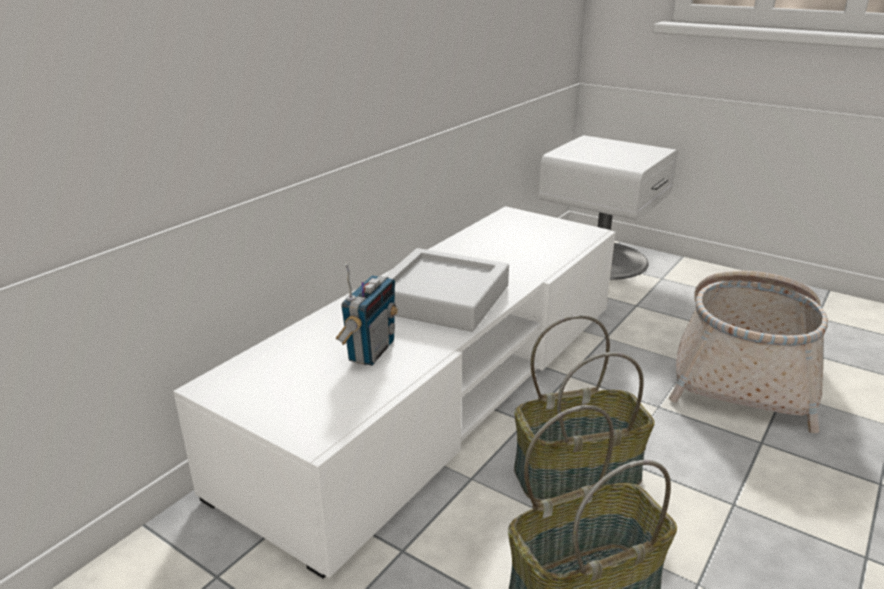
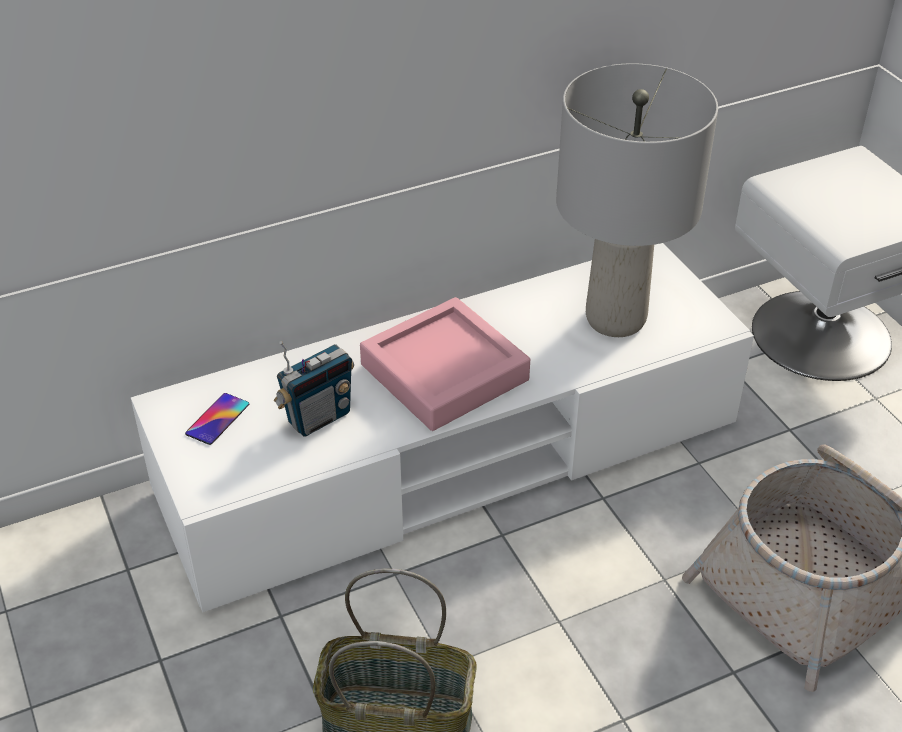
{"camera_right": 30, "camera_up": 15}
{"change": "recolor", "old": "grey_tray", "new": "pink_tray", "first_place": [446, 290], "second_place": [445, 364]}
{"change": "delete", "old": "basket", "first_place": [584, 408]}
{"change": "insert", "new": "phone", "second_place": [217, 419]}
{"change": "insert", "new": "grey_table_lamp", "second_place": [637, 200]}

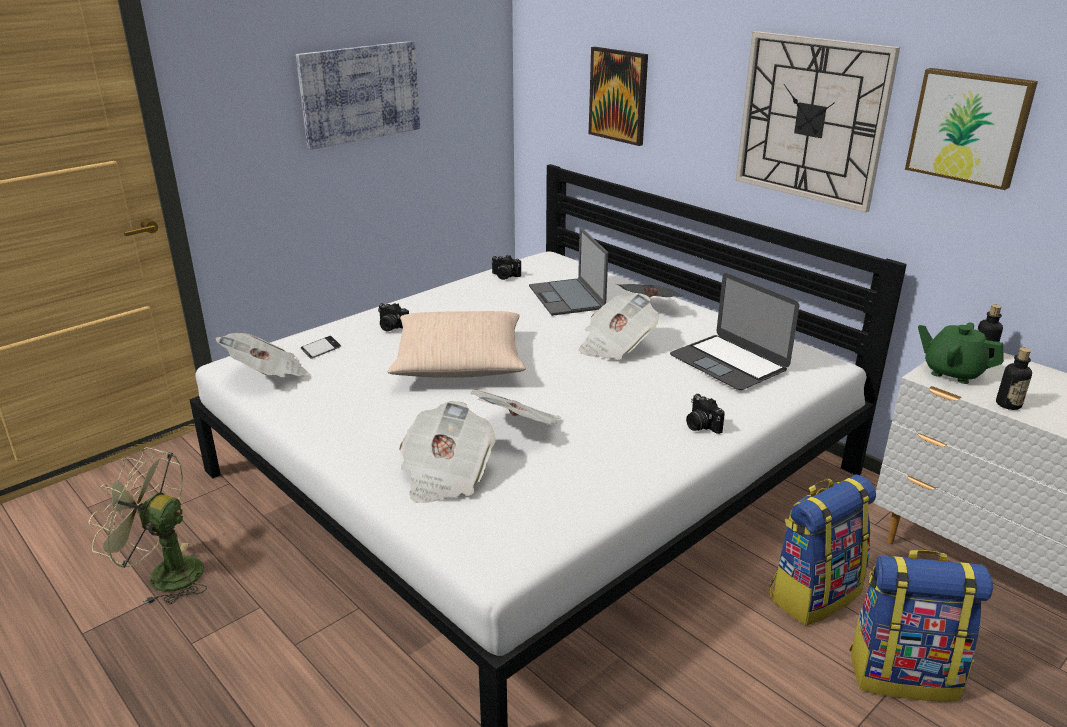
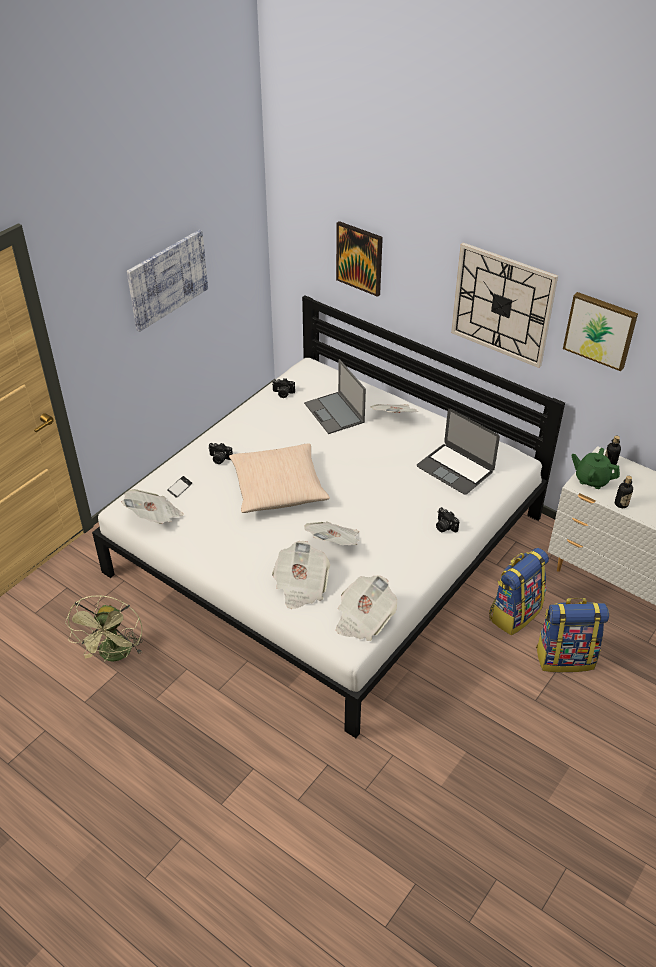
{"camera_right": -10, "camera_up": 15}
{"change": "rotate", "old": "green_fan", "first_place": [147, 526], "second_place": [104, 628], "degrees": -90}
{"change": "move", "old": "newspaper", "first_place": [619, 326], "second_place": [366, 608]}

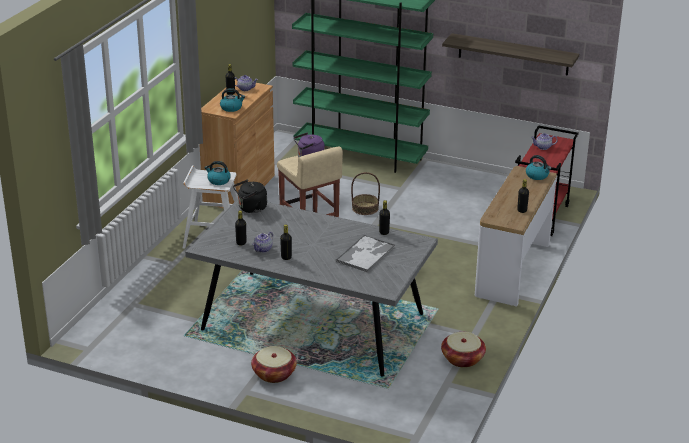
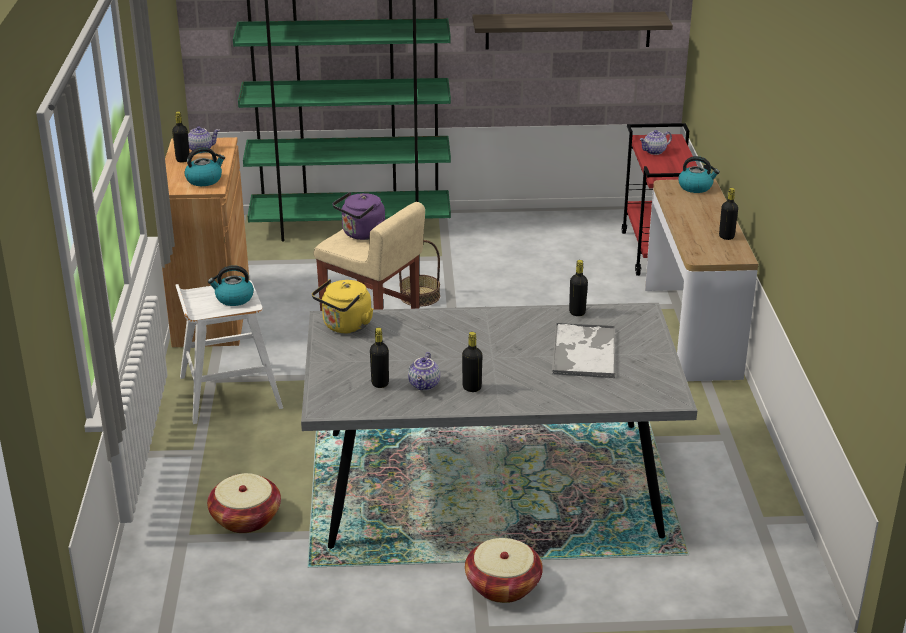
{"camera_right": -25, "camera_up": 0}
{"change": "recolor", "old": "black_kettle", "new": "yellow_kettle", "first_place": [250, 196], "second_place": [342, 306]}
{"change": "move", "old": "basket", "first_place": [463, 350], "second_place": [244, 503]}

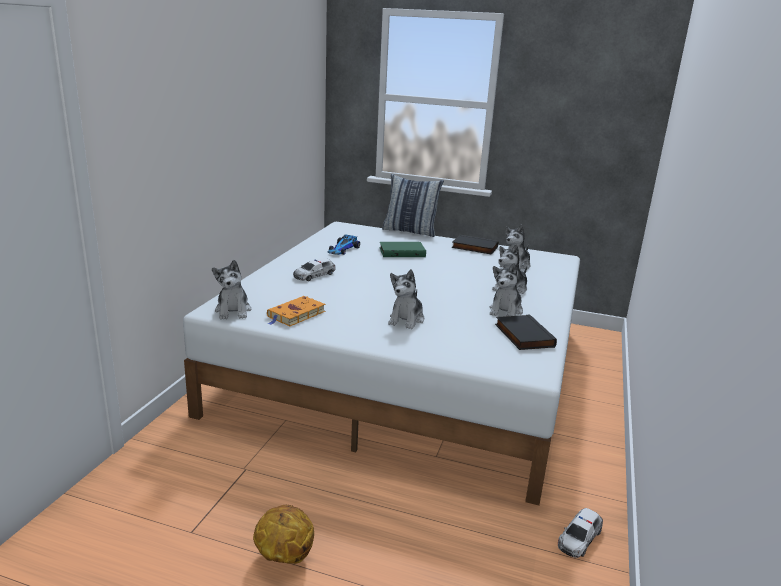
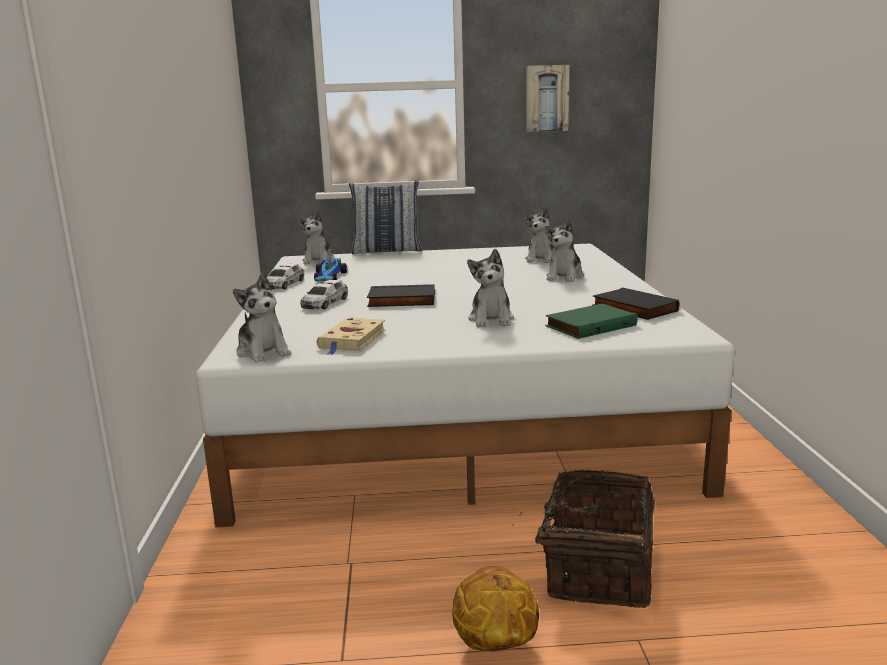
{"camera_right": -20, "camera_up": -5}
{"change": "recolor", "old": "orange_book", "new": "beige_book", "first_place": [296, 311], "second_place": [351, 336]}
{"change": "move", "old": "green_book", "first_place": [402, 249], "second_place": [591, 321]}
{"change": "move", "old": "black_book", "first_place": [475, 245], "second_place": [401, 295]}
{"change": "move", "old": "plush_toy", "first_place": [506, 289], "second_place": [316, 237]}
{"change": "move", "old": "toy_car", "first_place": [580, 533], "second_place": [285, 276]}
{"change": "insert", "new": "basket", "second_place": [584, 539]}
{"change": "insert", "new": "picture", "second_place": [548, 98]}

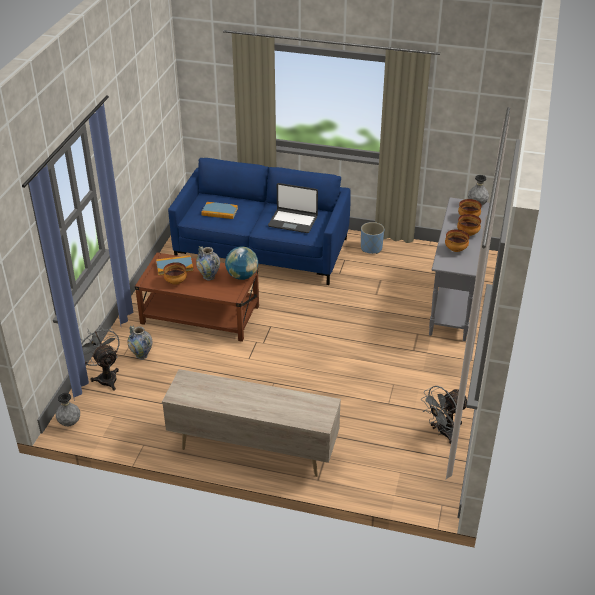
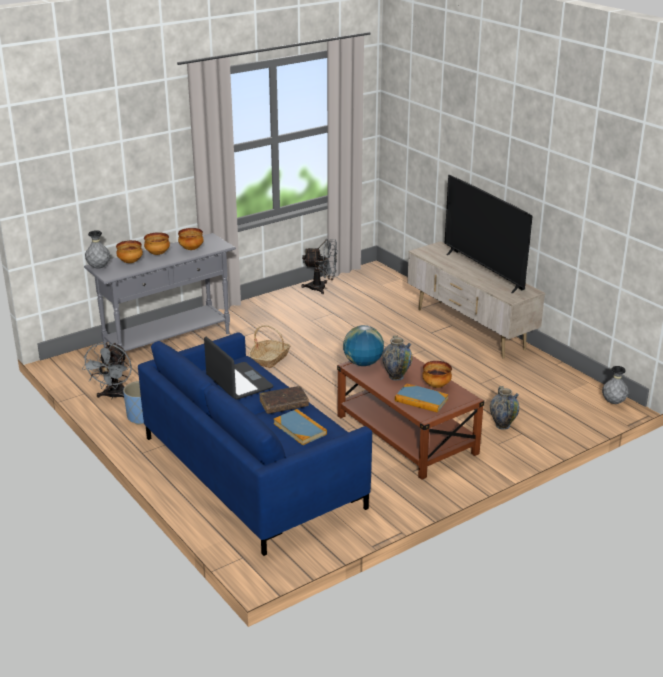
{"camera_right": -140, "camera_up": -10}
{"change": "move", "old": "grey_fan", "first_place": [99, 358], "second_place": [107, 371]}
{"change": "insert", "new": "basket", "second_place": [270, 346]}
{"change": "insert", "new": "brown_book", "second_place": [284, 400]}
{"change": "insert", "new": "television", "second_place": [488, 234]}

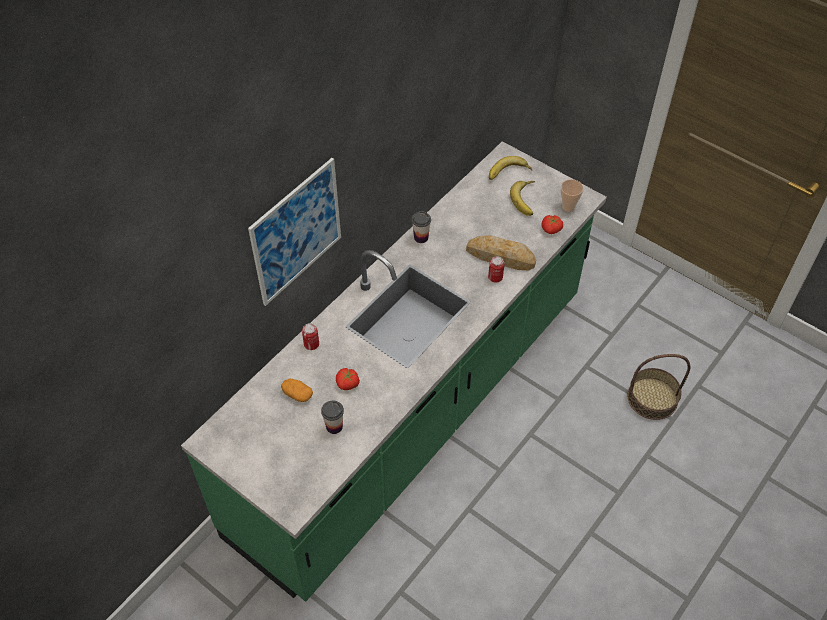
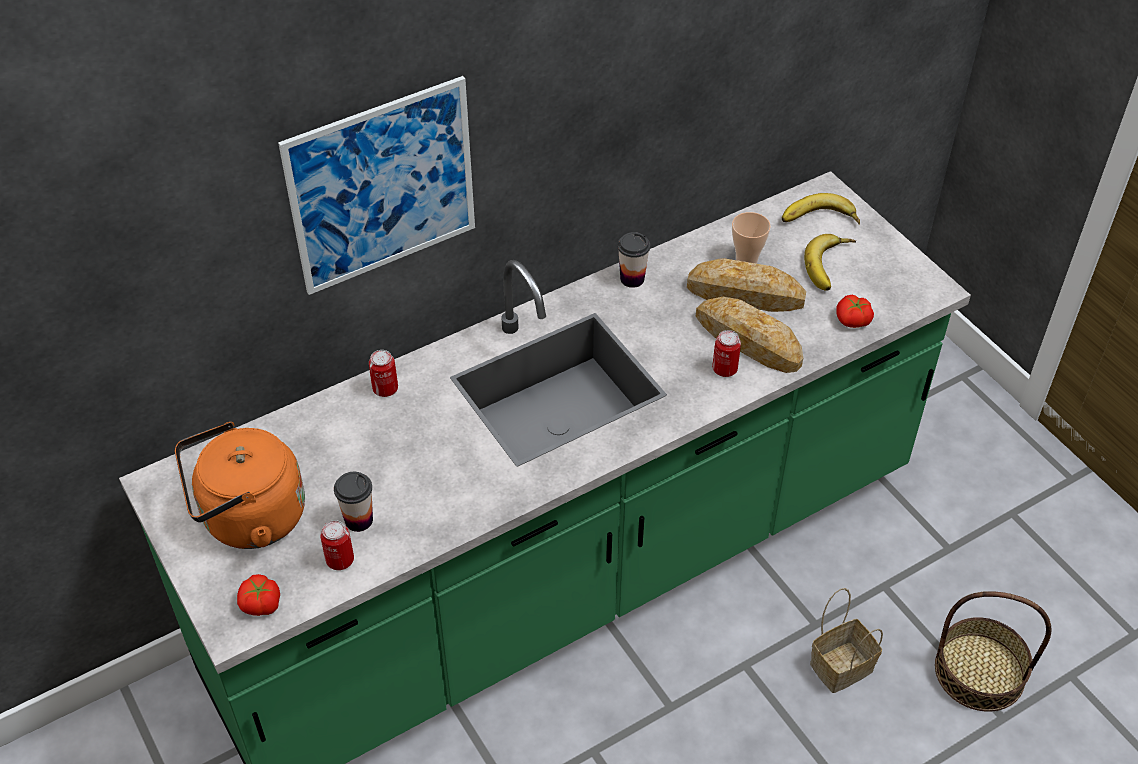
{"camera_right": 20, "camera_up": -5}
{"change": "delete", "old": "potato", "first_place": [297, 390]}
{"change": "move", "old": "tomato", "first_place": [348, 379], "second_place": [258, 595]}
{"change": "move", "old": "cup", "first_place": [572, 195], "second_place": [751, 238]}
{"change": "insert", "new": "orange_kettle", "second_place": [240, 485]}
{"change": "insert", "new": "can", "second_place": [337, 545]}
{"change": "insert", "new": "bread", "second_place": [746, 285]}
{"change": "insert", "new": "basket", "second_place": [846, 640]}

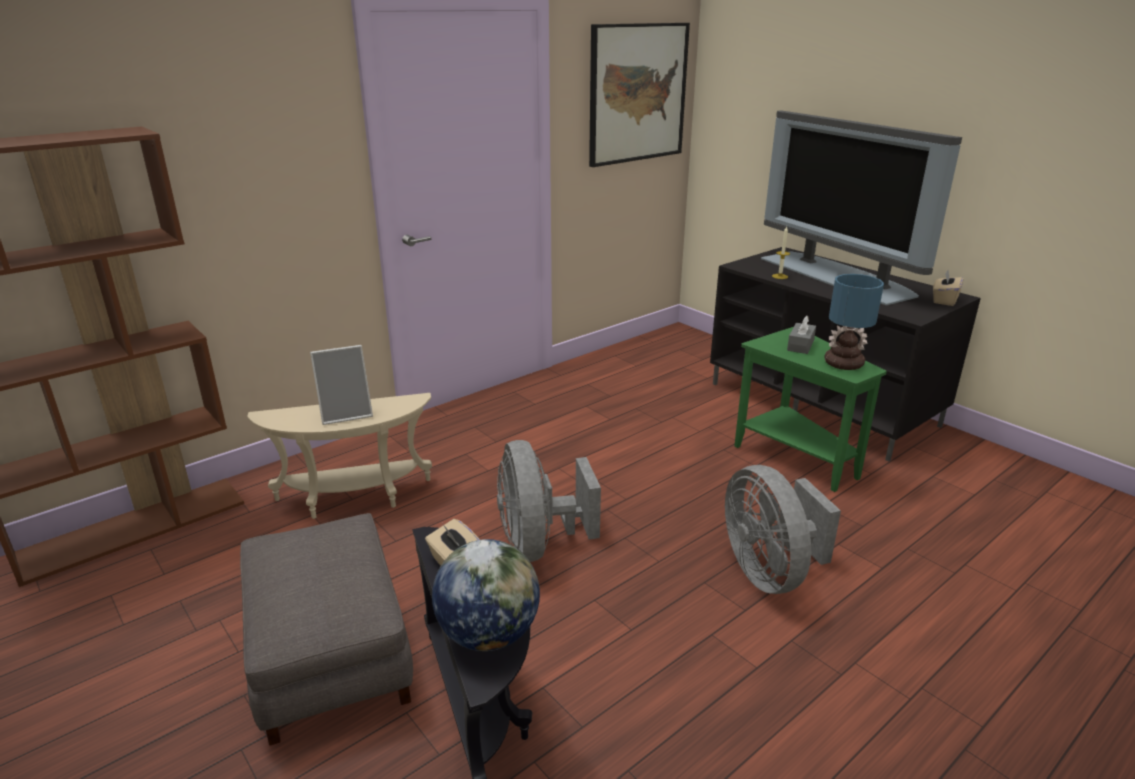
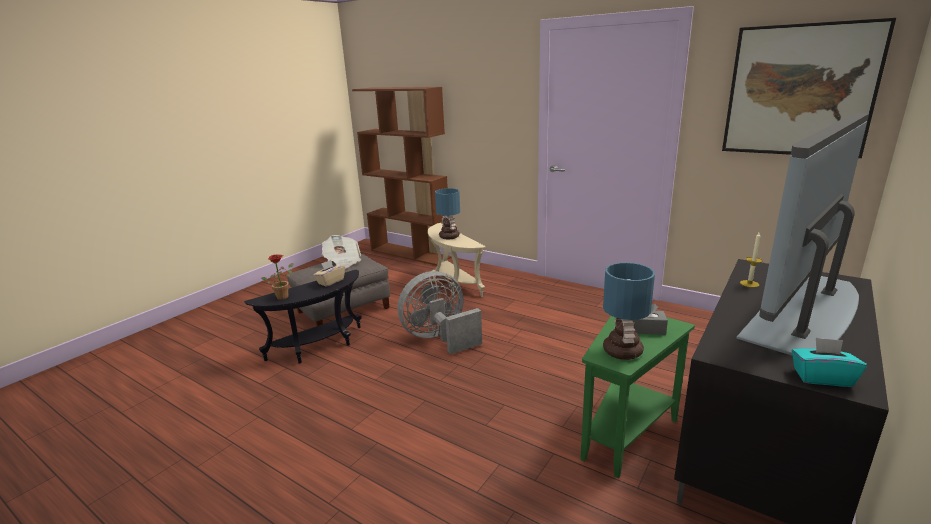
{"camera_right": 75, "camera_up": -5}
{"change": "replace", "old": "picture_frame", "new": "table_lamp", "first_place": [341, 385], "second_place": [447, 213]}
{"change": "replace", "old": "globe", "new": "potted_plant", "first_place": [486, 595], "second_place": [277, 277]}
{"change": "delete", "old": "grey_fan", "first_place": [783, 529]}
{"change": "recolor", "old": "beige_tissue_box", "new": "turquoise_tissue_box", "first_place": [948, 288], "second_place": [829, 362]}
{"change": "insert", "new": "newspaper", "second_place": [341, 252]}

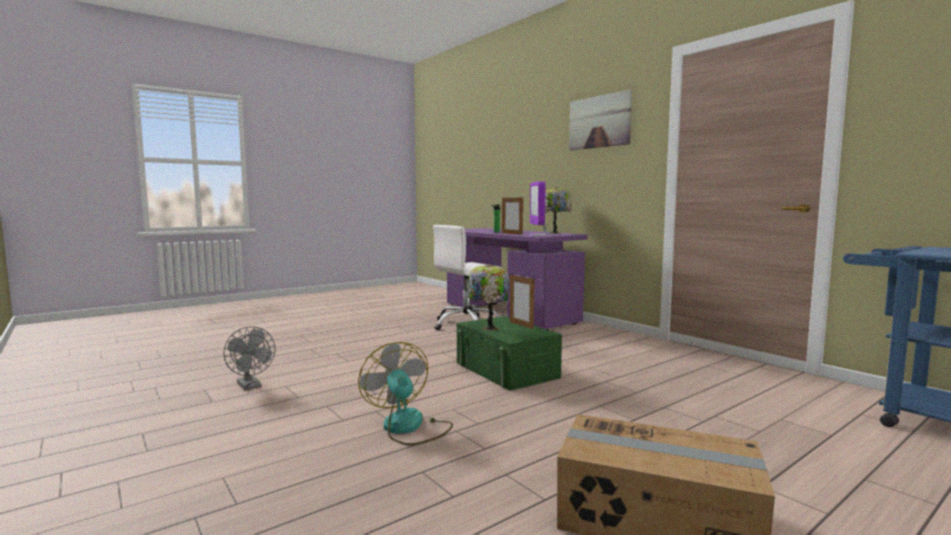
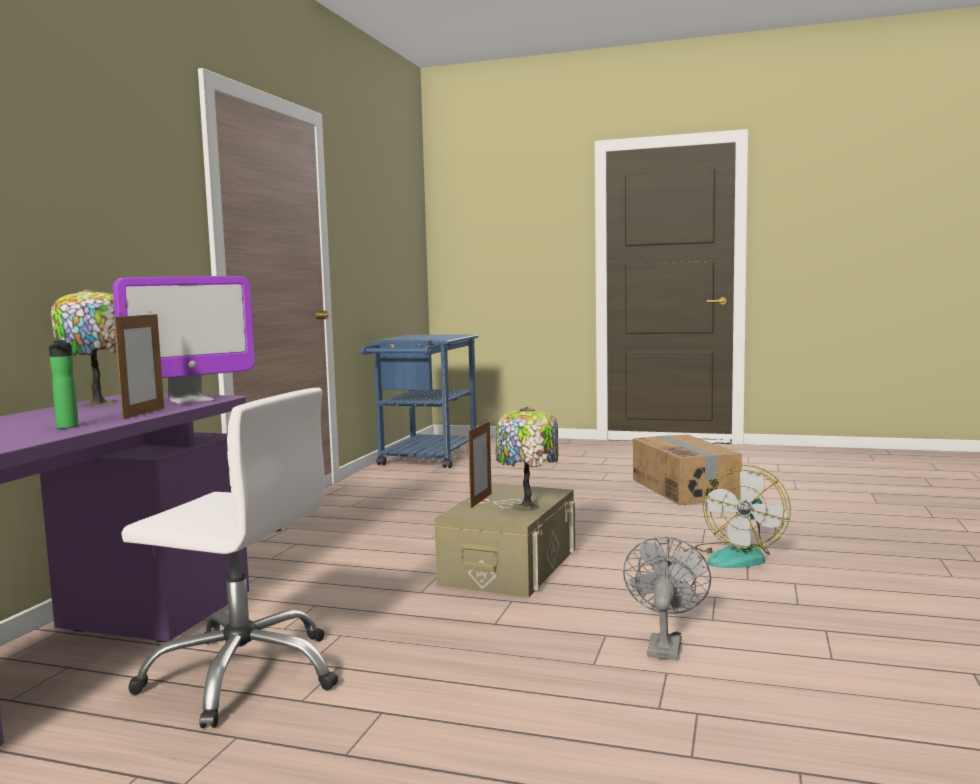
{"camera_right": -125, "camera_up": 0}
{"change": "move", "old": "grey_fan", "first_place": [249, 358], "second_place": [667, 598]}
{"change": "recolor", "old": "green_storage_box", "new": "beige_storage_box", "first_place": [509, 353], "second_place": [504, 541]}
{"change": "delete", "old": "picture", "first_place": [600, 119]}

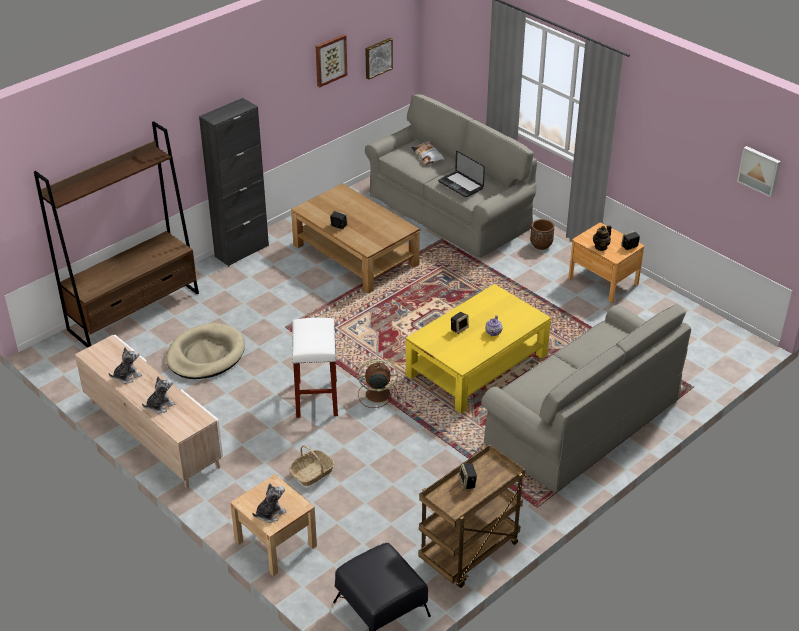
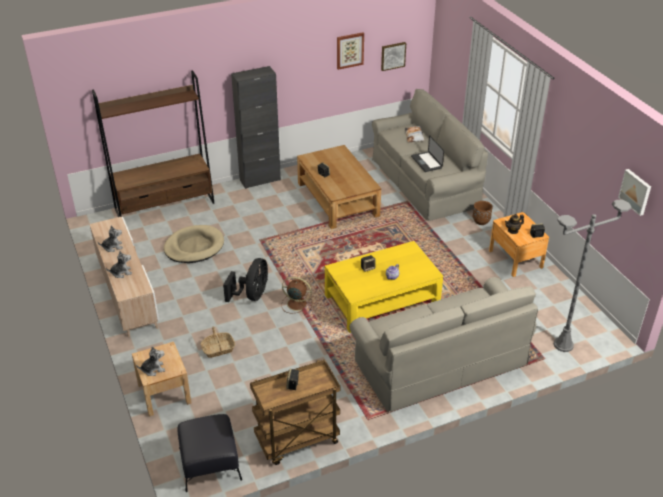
{"camera_right": 20, "camera_up": 0}
{"change": "replace", "old": "white_stool", "new": "black_fan", "first_place": [315, 368], "second_place": [245, 280]}
{"change": "insert", "new": "grey_floor_lamp", "second_place": [592, 275]}

